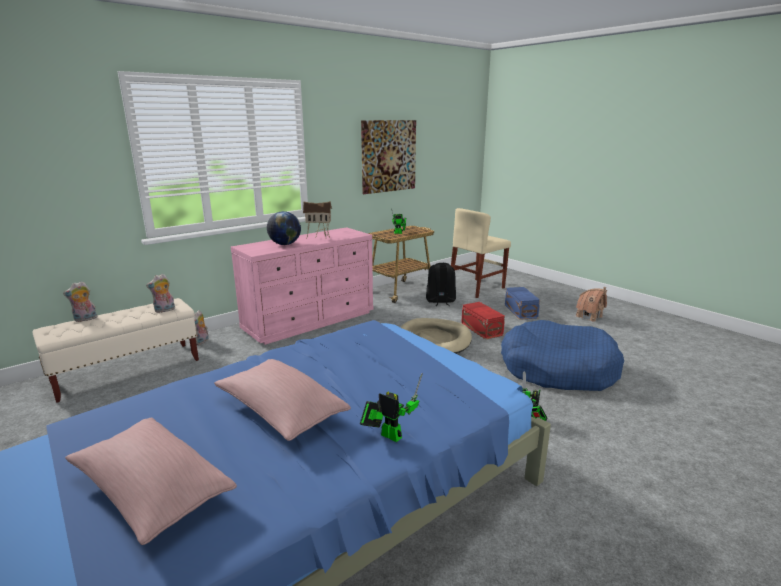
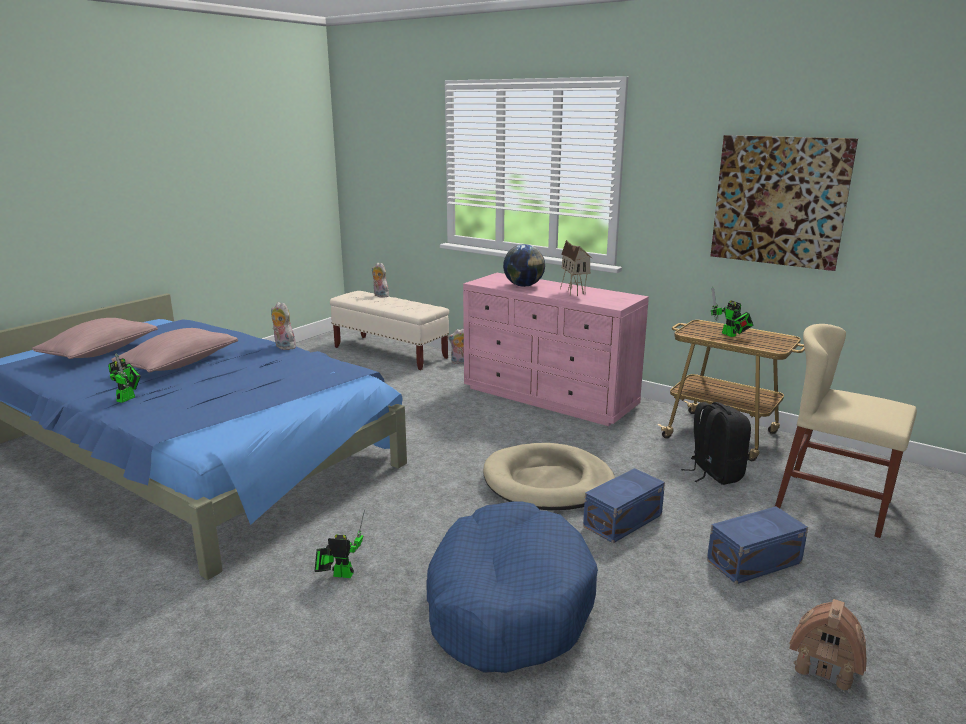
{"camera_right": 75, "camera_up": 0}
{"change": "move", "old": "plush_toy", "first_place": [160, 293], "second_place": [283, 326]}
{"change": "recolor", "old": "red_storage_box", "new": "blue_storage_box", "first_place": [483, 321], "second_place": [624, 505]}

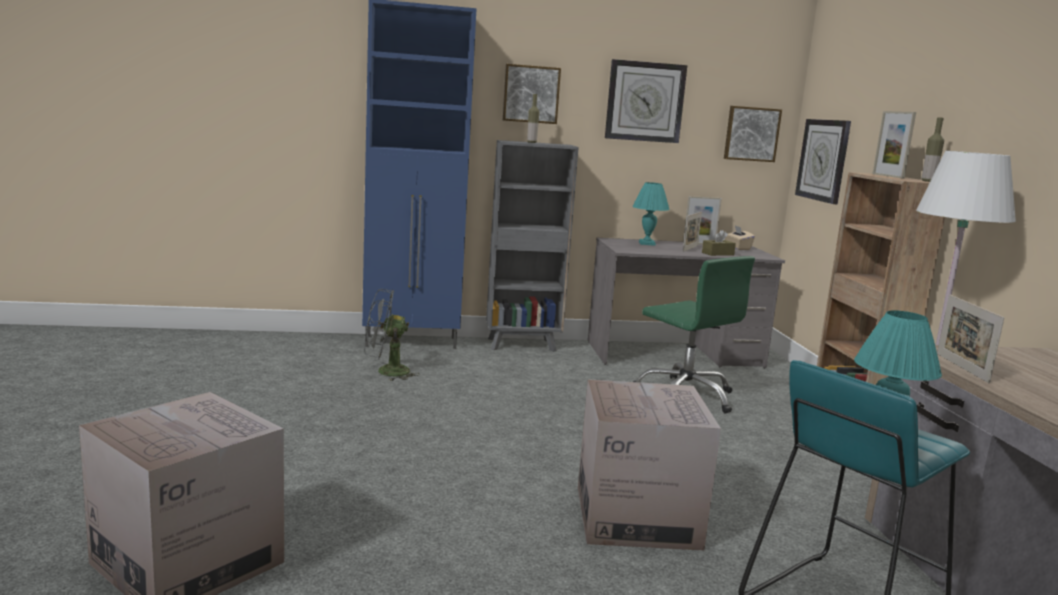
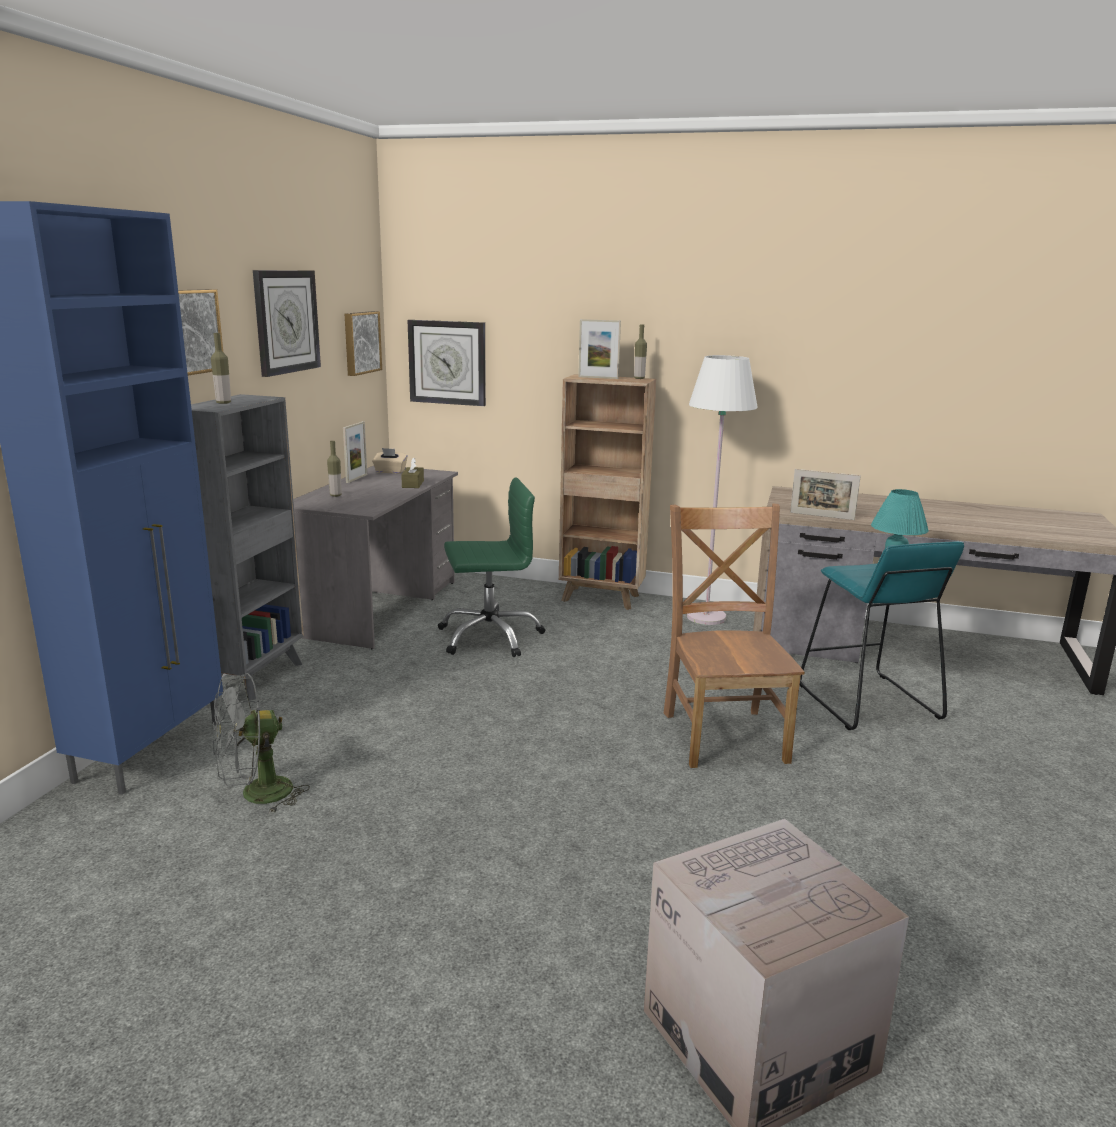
{"camera_right": -65, "camera_up": 5}
{"change": "rotate", "old": "grey_fan", "first_place": [392, 335], "second_place": [261, 743], "degrees": 45}
{"change": "replace", "old": "cardboard_box", "new": "brown_chair", "first_place": [649, 465], "second_place": [734, 636]}
{"change": "replace", "old": "turquoise_table_lamp", "new": "bottle", "first_place": [651, 214], "second_place": [334, 469]}
{"change": "delete", "old": "picture_frame", "first_place": [692, 232]}

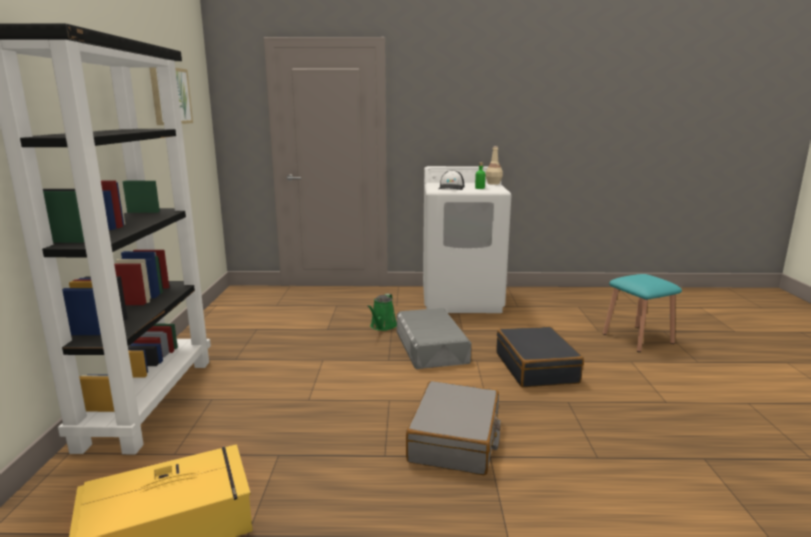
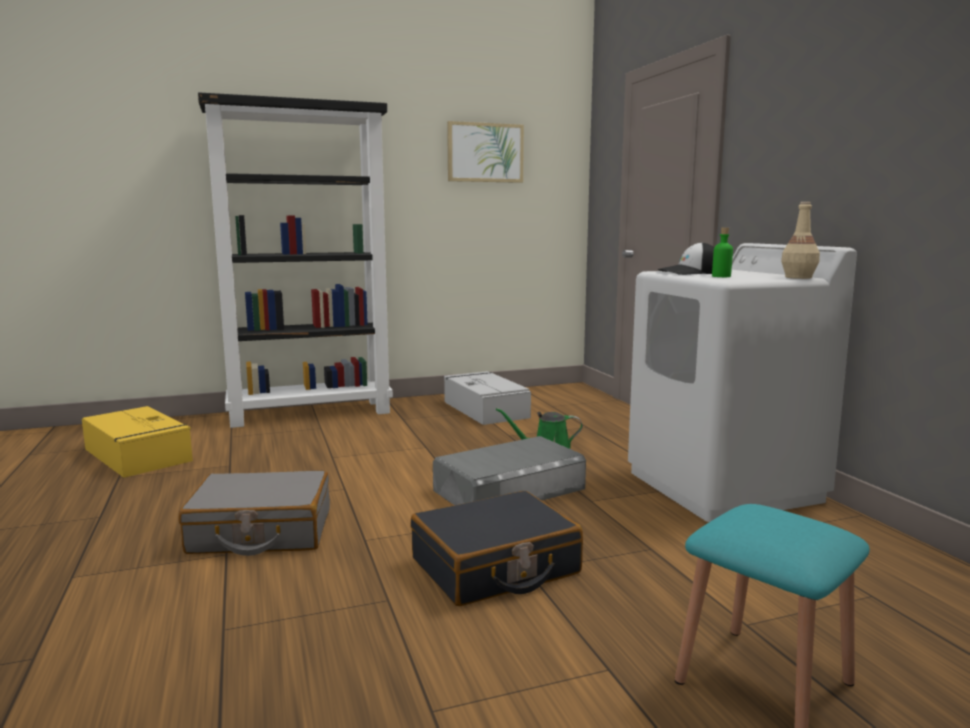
{"camera_right": 70, "camera_up": -5}
{"change": "insert", "new": "grey_storage_box", "second_place": [487, 398]}

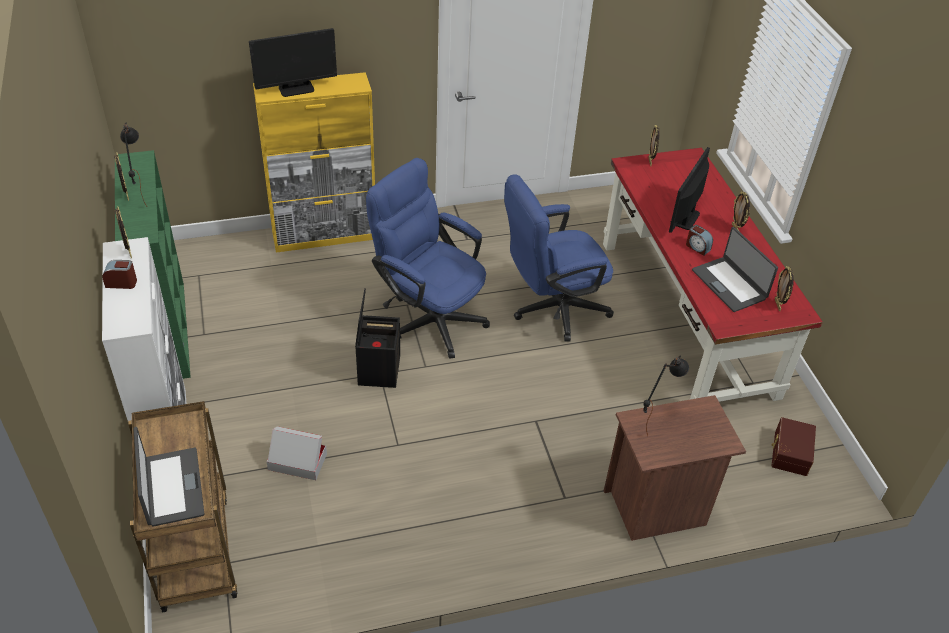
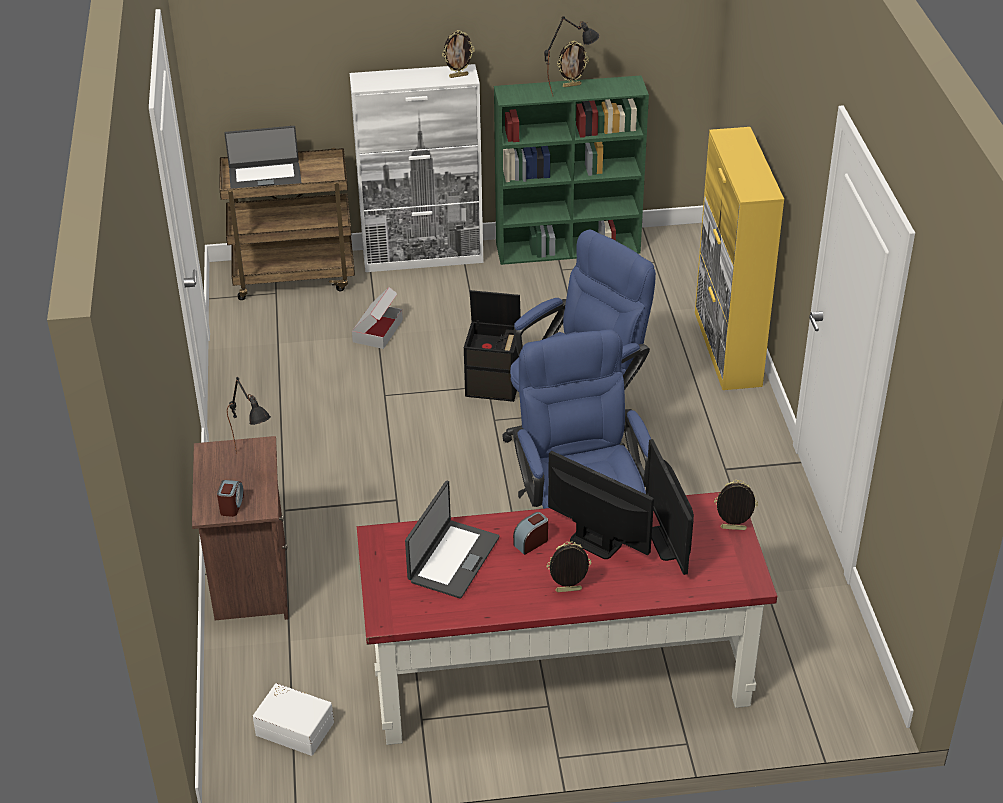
{"camera_right": 100, "camera_up": -5}
{"change": "move", "old": "alarm_clock", "first_place": [119, 274], "second_place": [230, 498]}
{"change": "move", "old": "monitor", "first_place": [293, 62], "second_place": [670, 507]}
{"change": "rotate", "old": "laptop", "first_place": [735, 269], "second_place": [452, 540], "degrees": 135}
{"change": "recolor", "old": "brown_storage_box", "new": "white_storage_box", "first_place": [793, 446], "second_place": [293, 719]}
{"change": "delete", "old": "picture_frame", "first_place": [784, 288]}

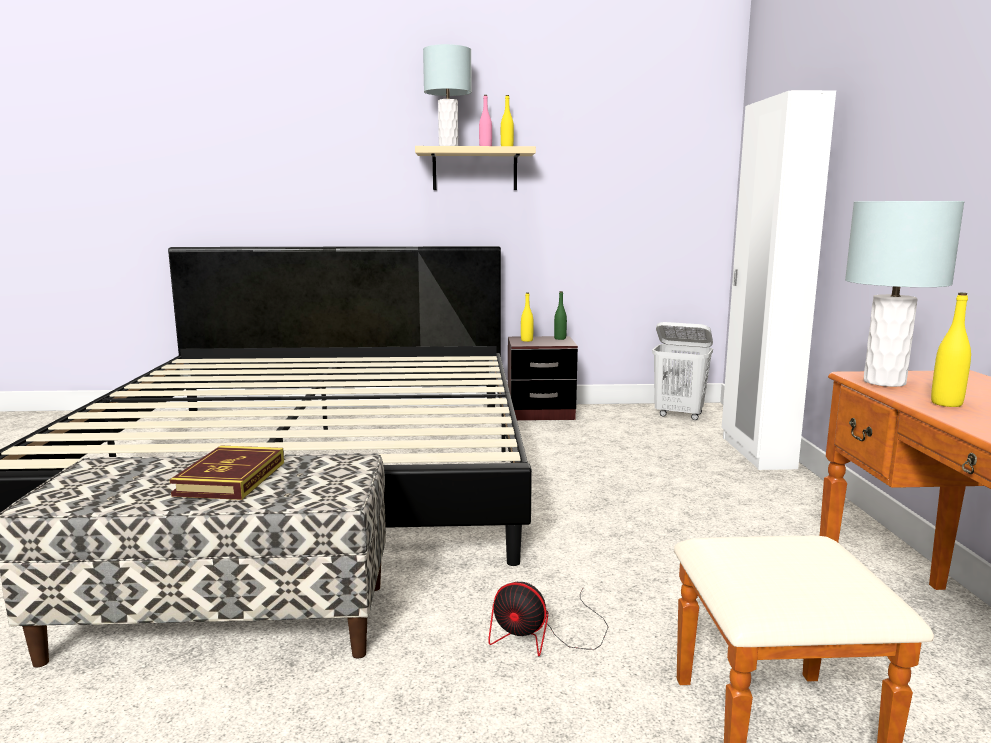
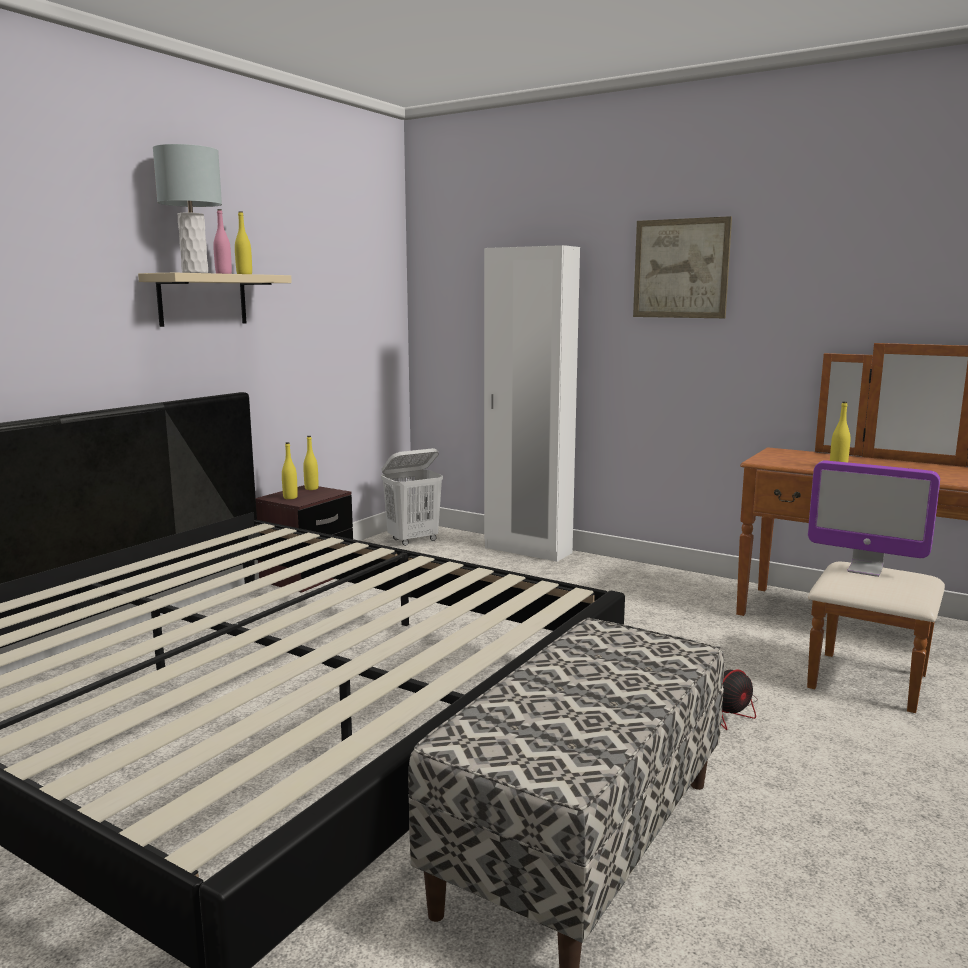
{"camera_right": -55, "camera_up": 0}
{"change": "delete", "old": "book", "first_place": [227, 472]}
{"change": "recolor", "old": "green_bottle", "new": "yellow_bottle", "first_place": [560, 315], "second_place": [310, 463]}
{"change": "delete", "old": "grey_table_lamp", "first_place": [905, 294]}
{"change": "insert", "new": "picture", "second_place": [682, 267]}
{"change": "insert", "new": "monitor", "second_place": [874, 518]}

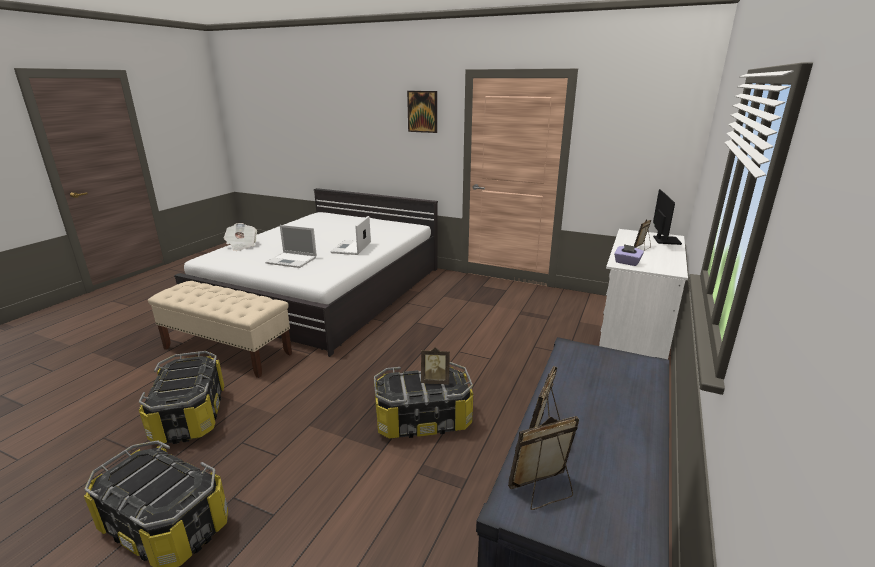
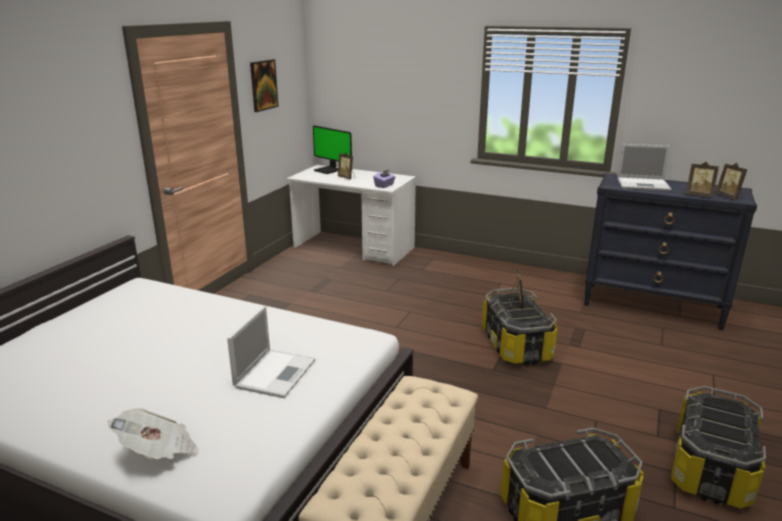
{"camera_right": -90, "camera_up": 0}
{"change": "move", "old": "laptop", "first_place": [350, 235], "second_place": [644, 167]}
{"change": "move", "old": "picture", "first_place": [422, 112], "second_place": [264, 85]}
{"change": "rotate", "old": "monitor", "first_place": [667, 217], "second_place": [332, 150], "degrees": -150}

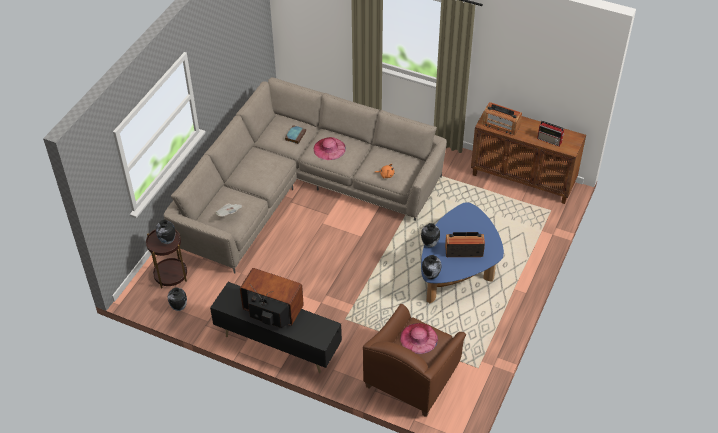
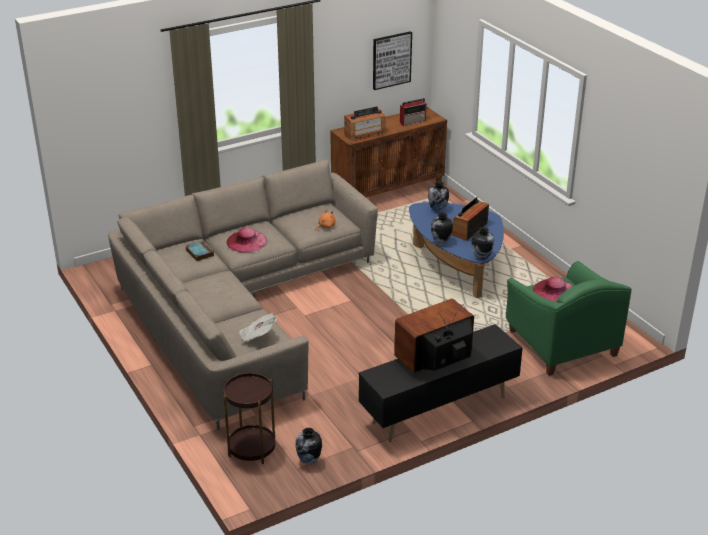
{"camera_right": -55, "camera_up": -15}
{"change": "move", "old": "vase", "first_place": [166, 232], "second_place": [438, 197]}
{"change": "recolor", "old": "brown_armchair", "new": "green_armchair", "first_place": [414, 360], "second_place": [569, 318]}
{"change": "insert", "new": "picture", "second_place": [392, 60]}

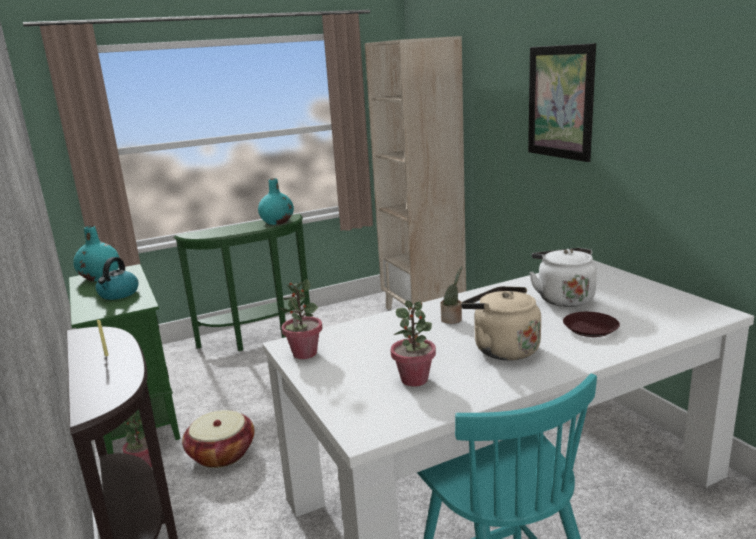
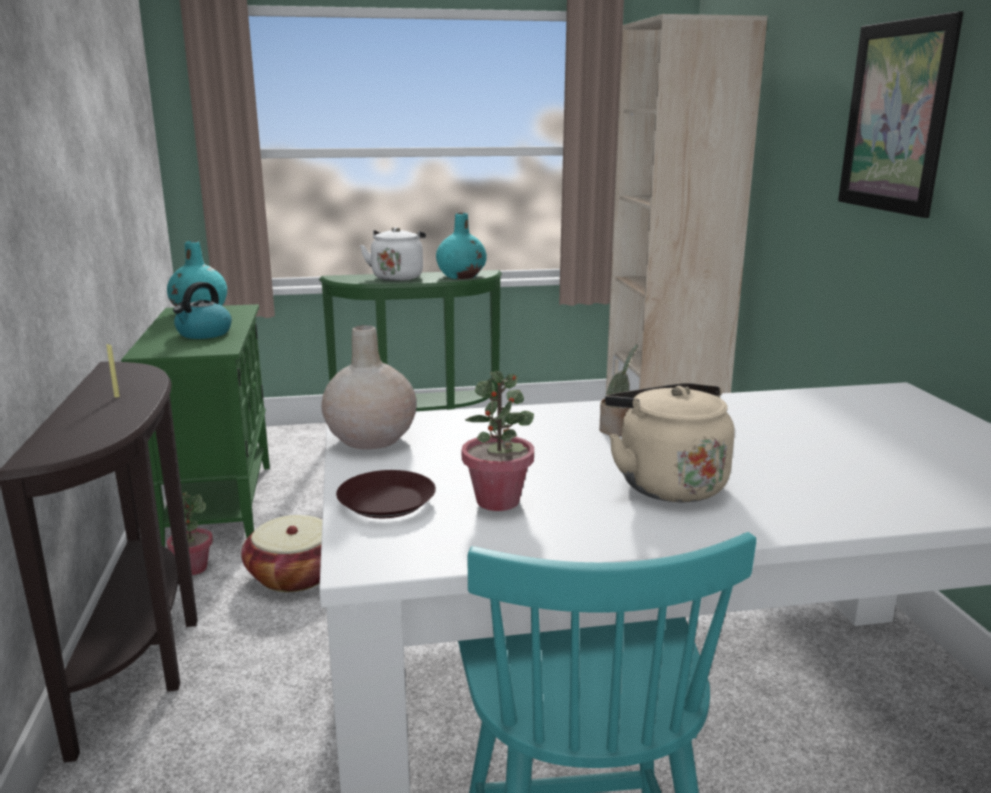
{"camera_right": 15, "camera_up": 0}
{"change": "replace", "old": "potted_plant", "new": "beige_vase", "first_place": [301, 319], "second_place": [369, 387]}
{"change": "move", "old": "white_kettle", "first_place": [563, 277], "second_place": [393, 254]}
{"change": "move", "old": "brown_plate", "first_place": [591, 324], "second_place": [386, 494]}

